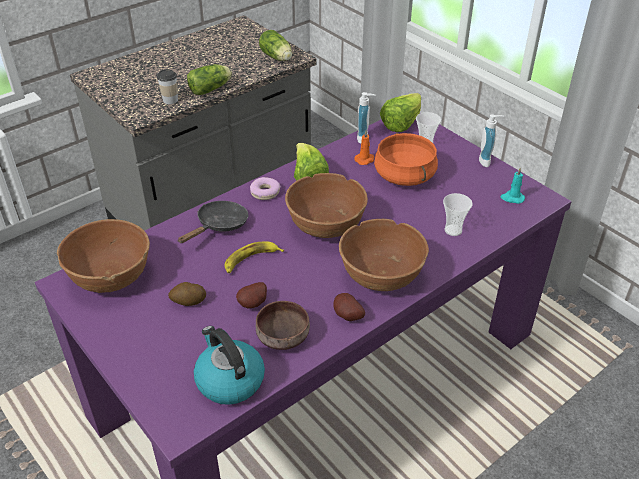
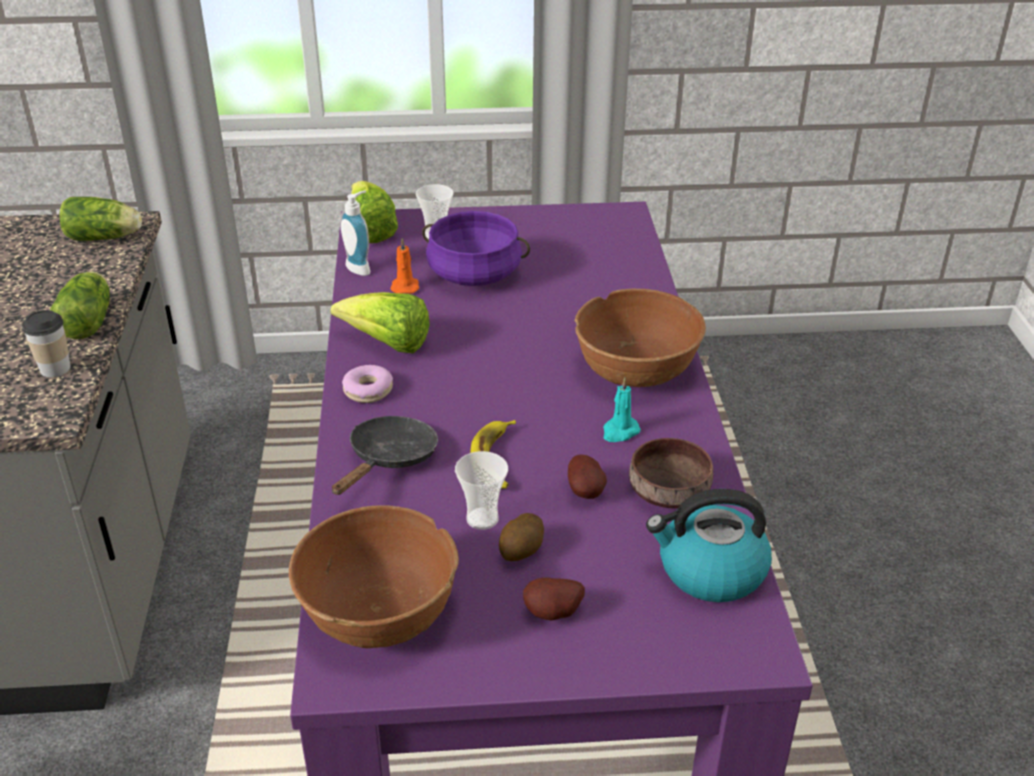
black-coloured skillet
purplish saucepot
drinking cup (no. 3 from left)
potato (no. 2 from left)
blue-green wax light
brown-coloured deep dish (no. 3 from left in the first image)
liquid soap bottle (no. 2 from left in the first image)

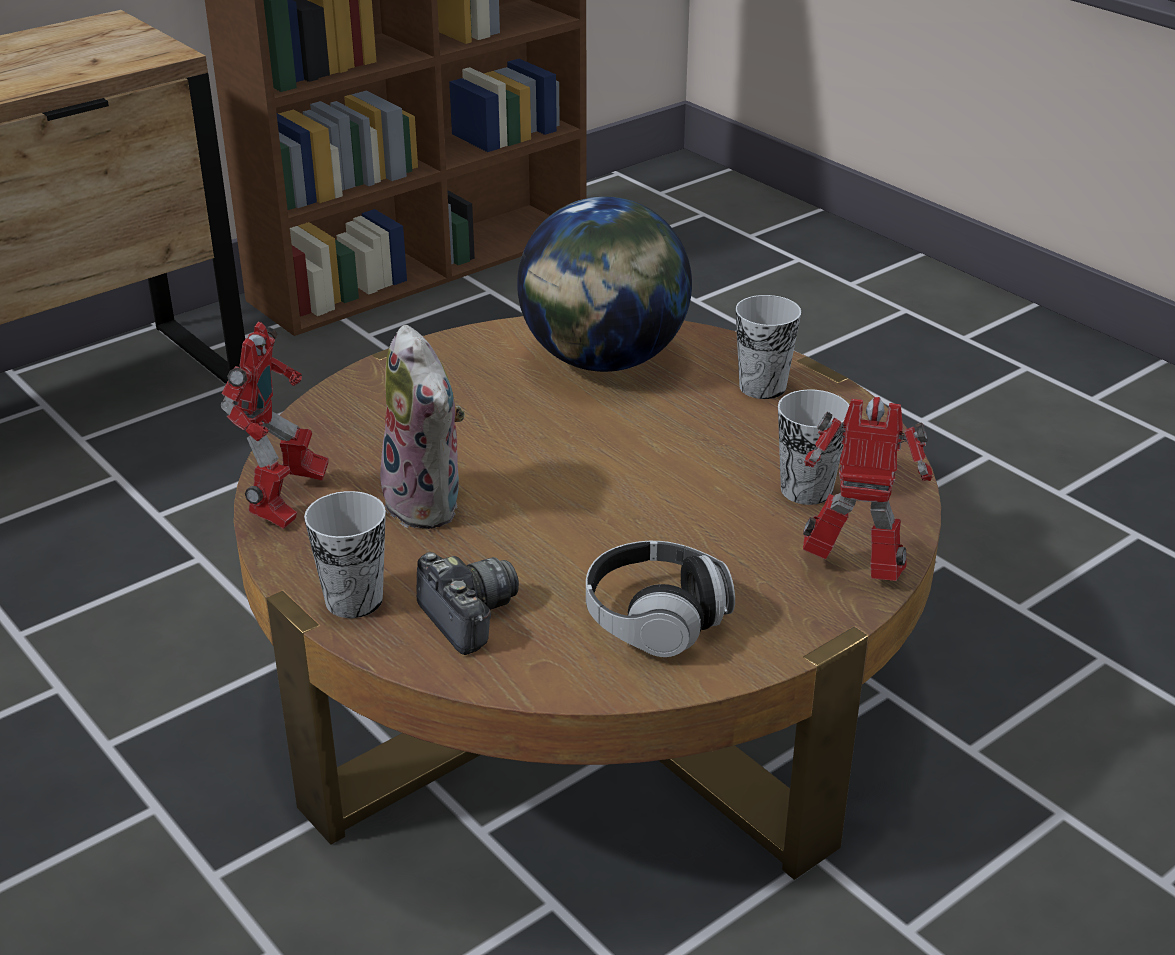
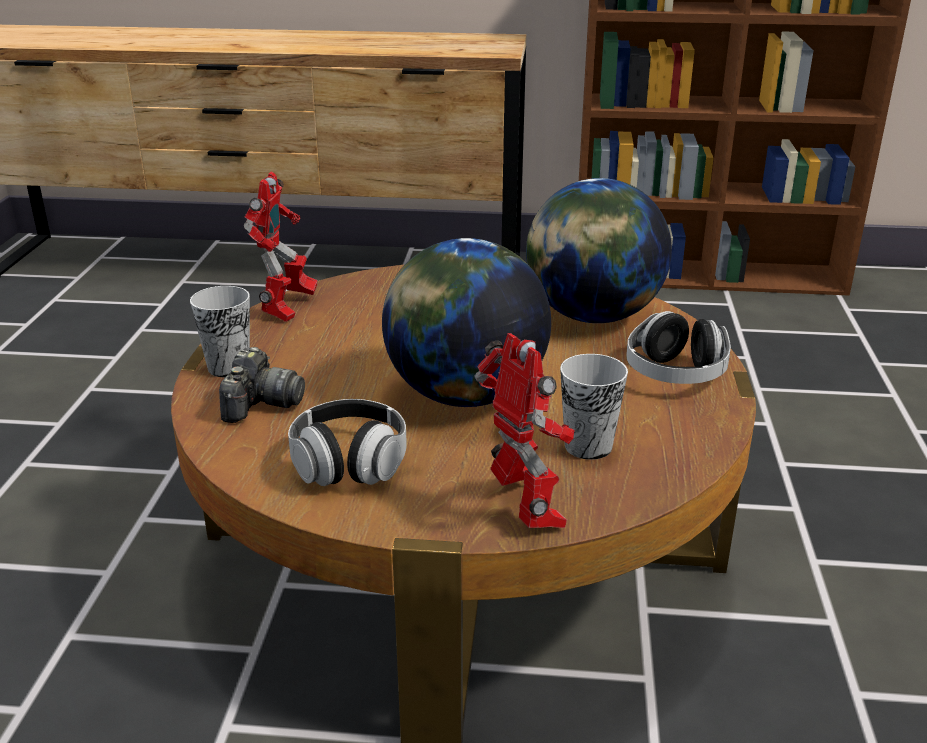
robot figure (no. 1 from left)
world globe (no. 1 from left)
headphones (no. 2 from left)
cuddly toy

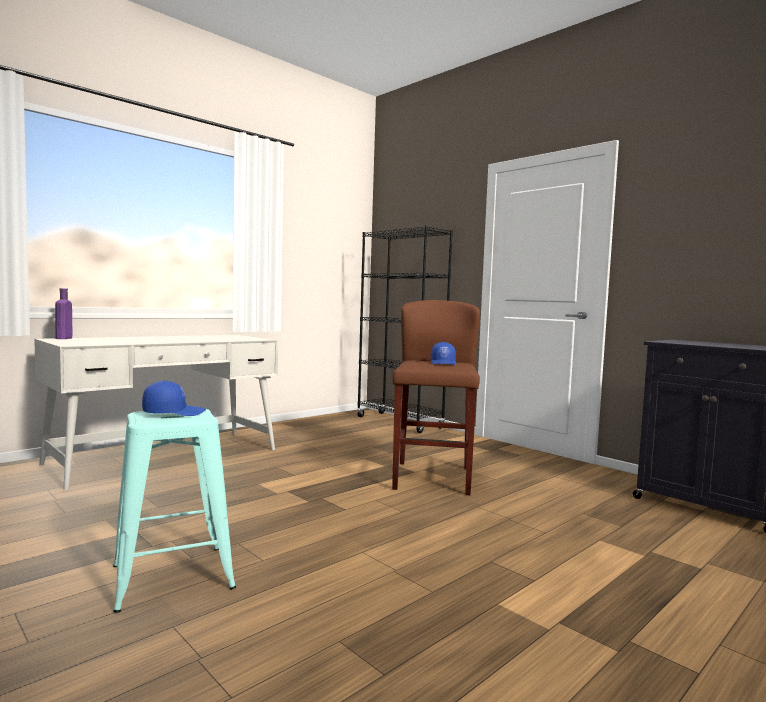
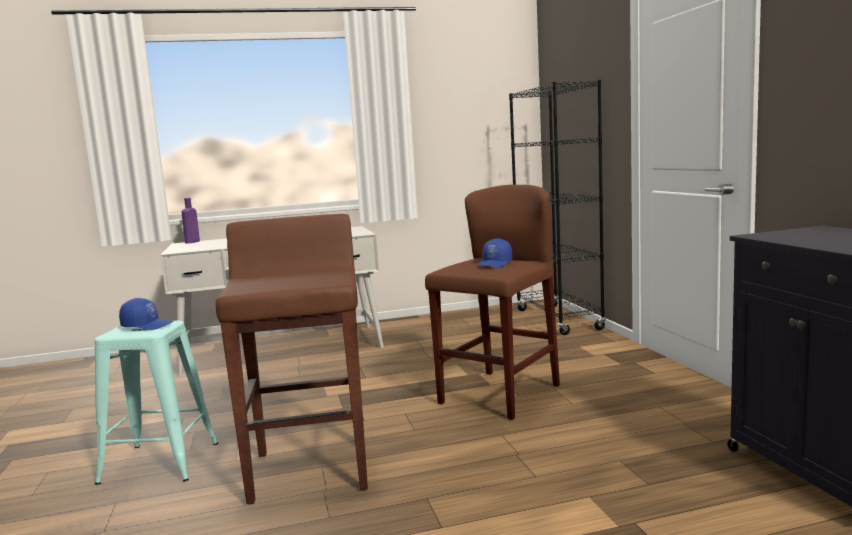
brown-coloured stool (no. 1 from left)

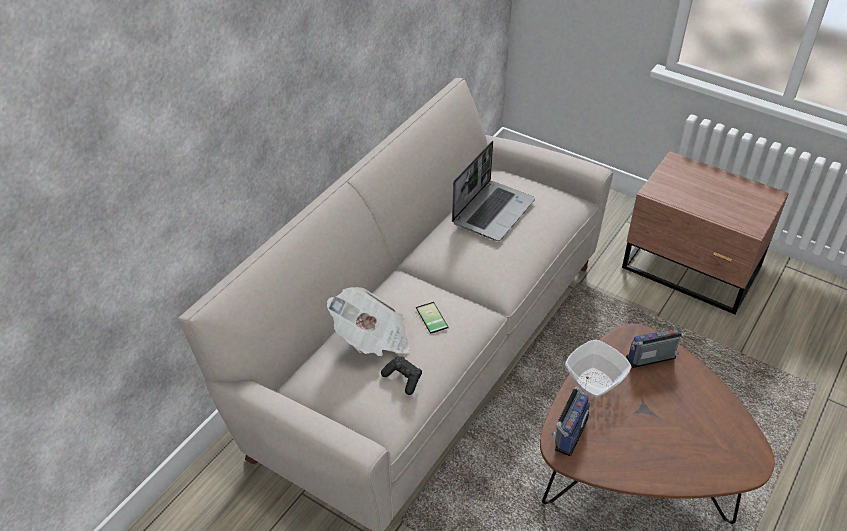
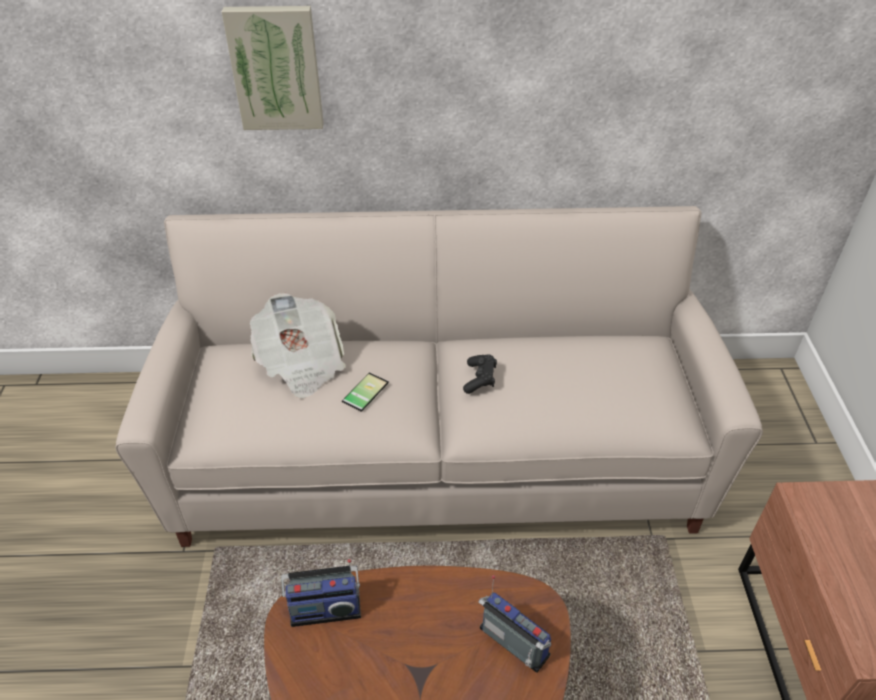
wall art
black-coloured game controller
notebook computer
deep dish

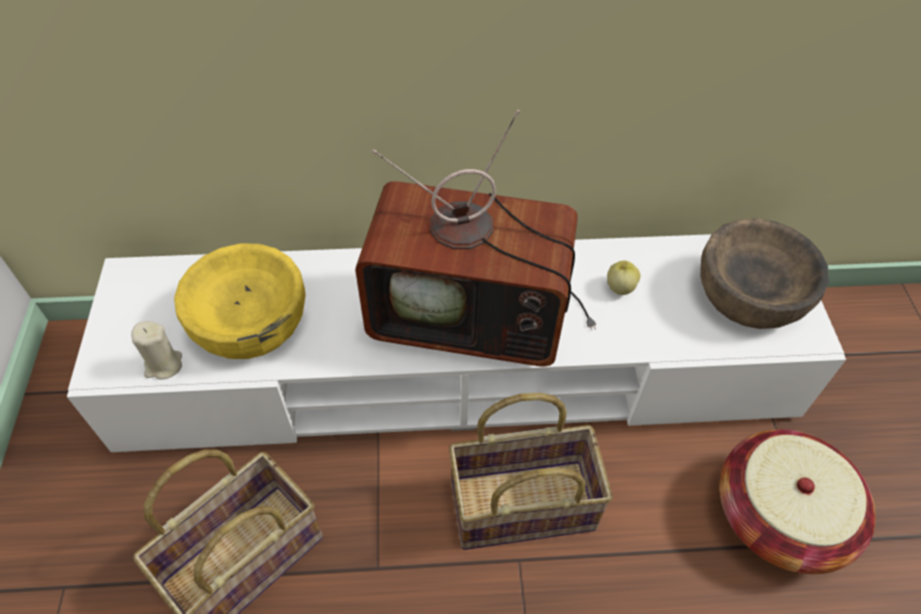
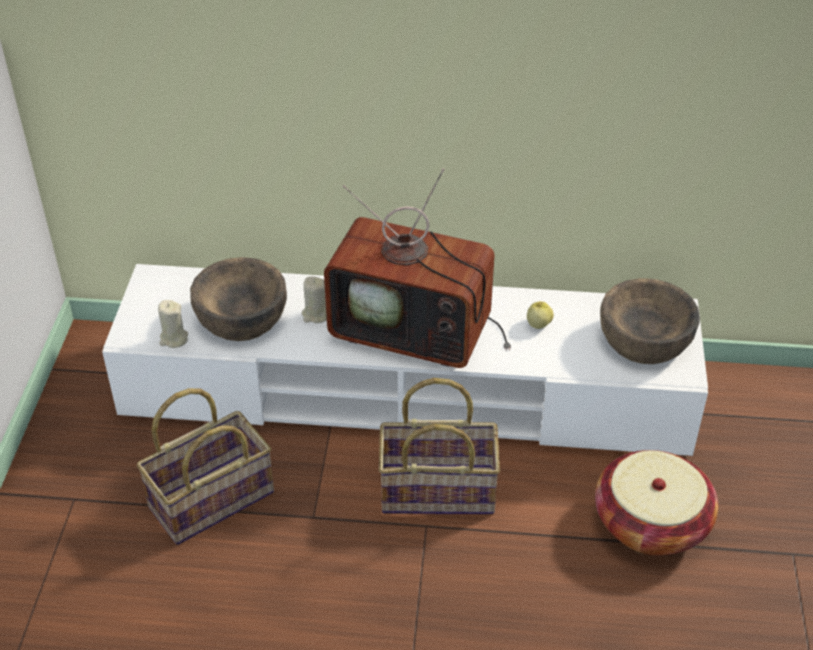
brown-coloured deep dish (no. 1 from left)
beige wax light (no. 2 from left)

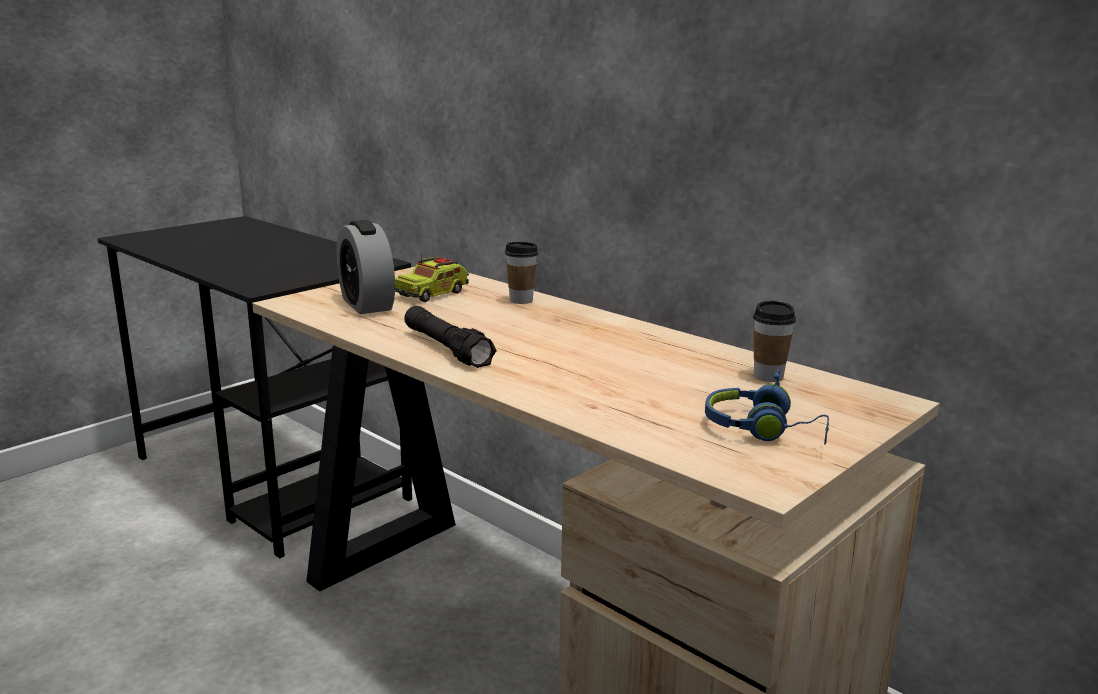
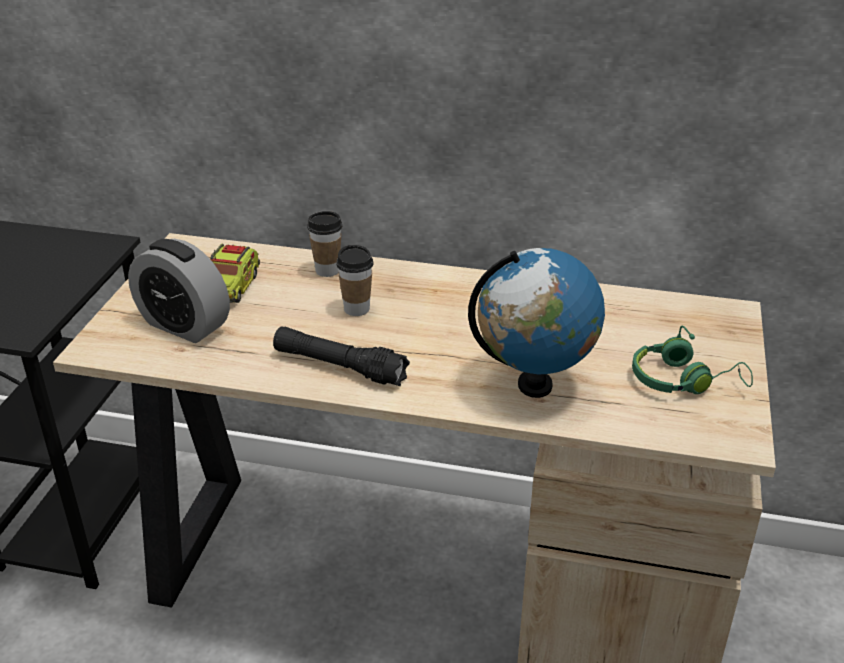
drinking cup (no. 2 from left)
world globe
green headphones

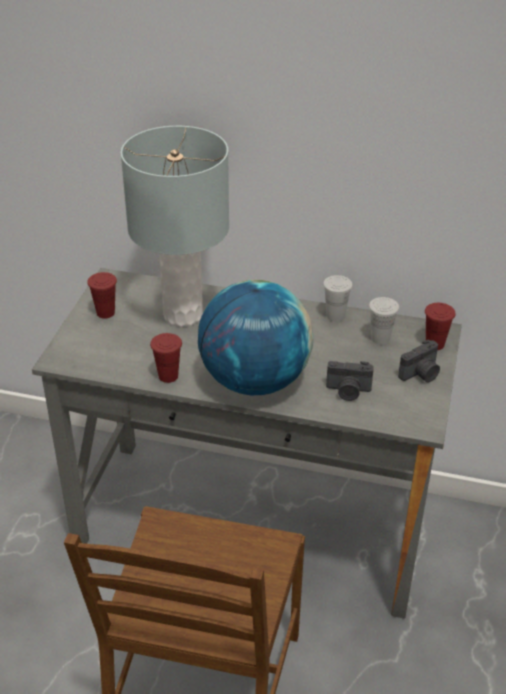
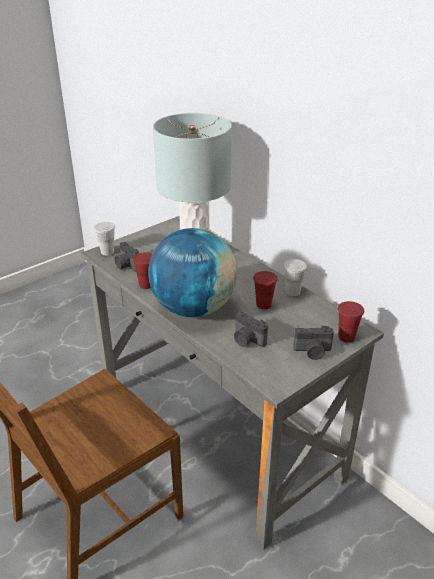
white-coloured drinking cup (no. 1 from left)
photo camera (no. 1 from left)
red drinking cup (no. 2 from left)

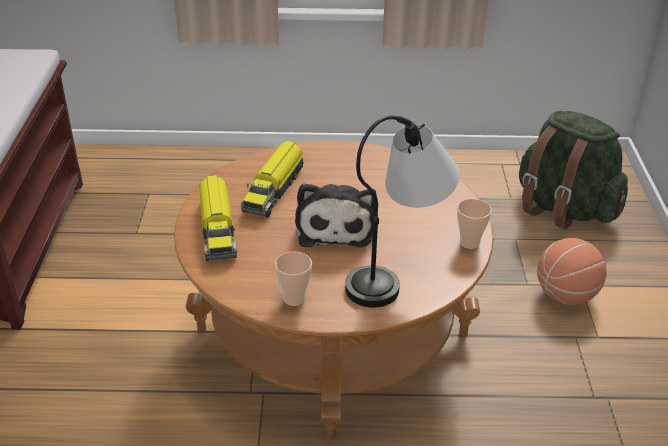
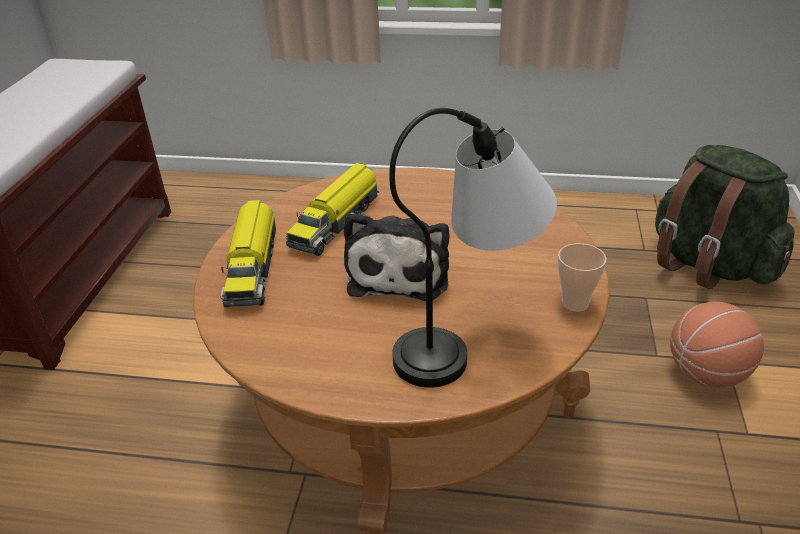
drinking cup (no. 1 from left in the first image)

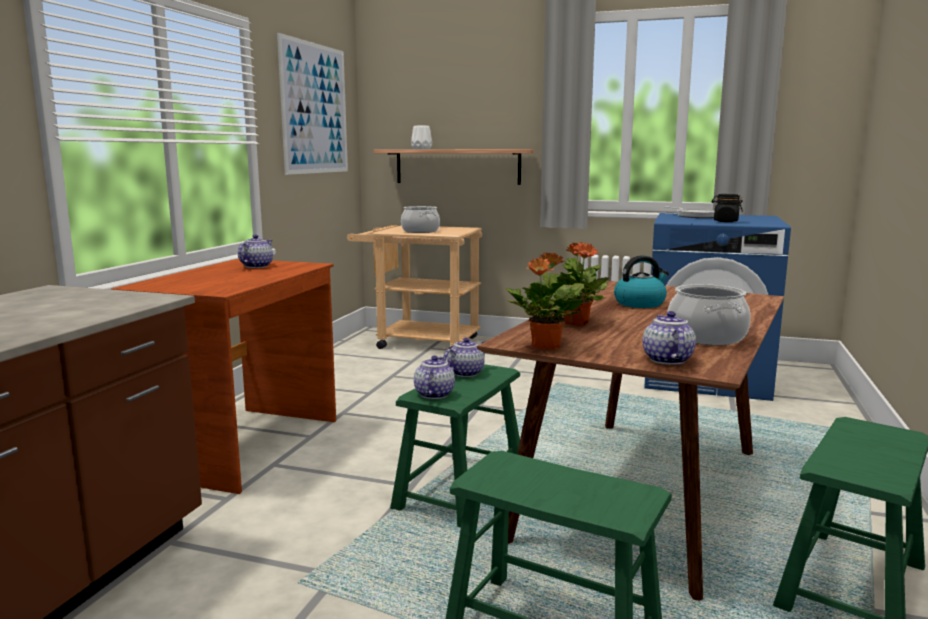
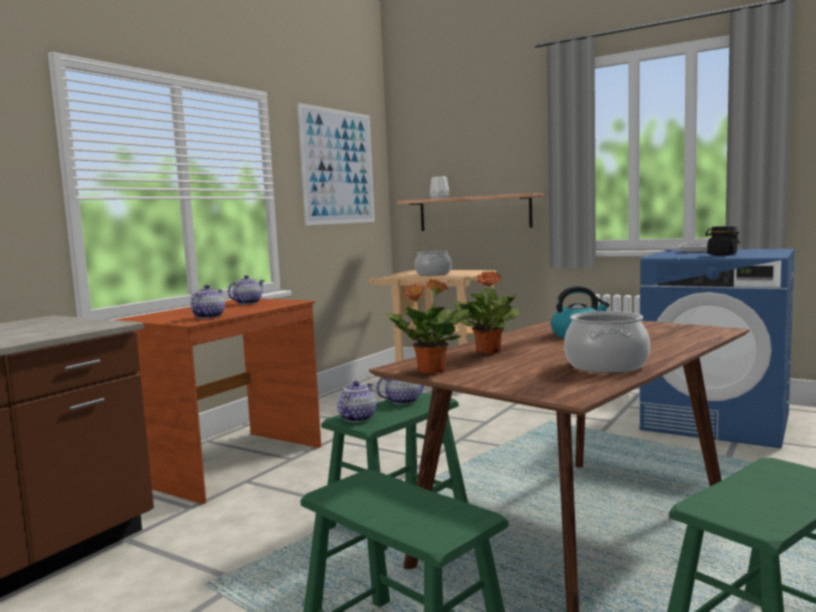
tea pot (no. 1 from left)

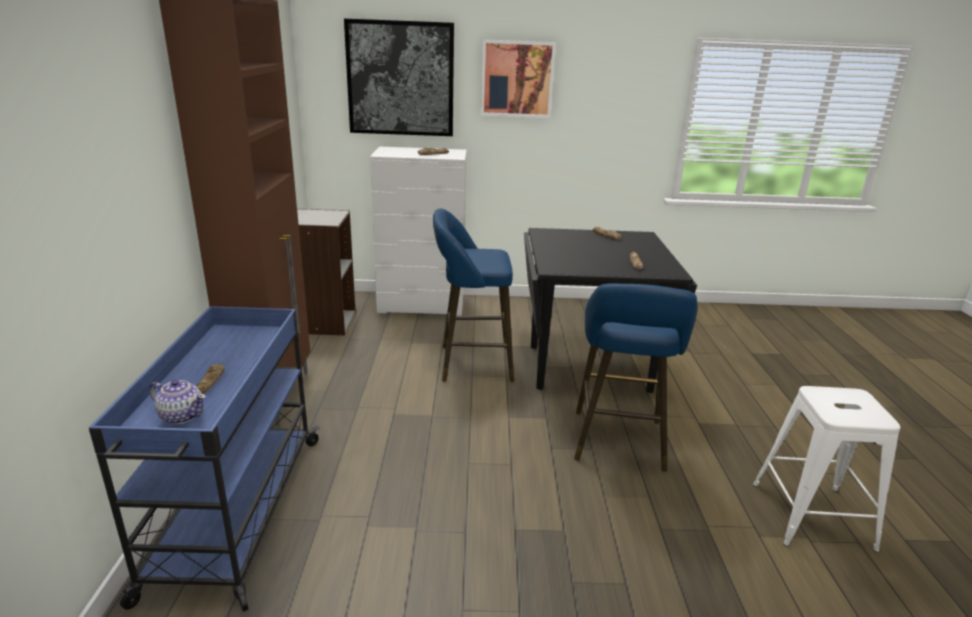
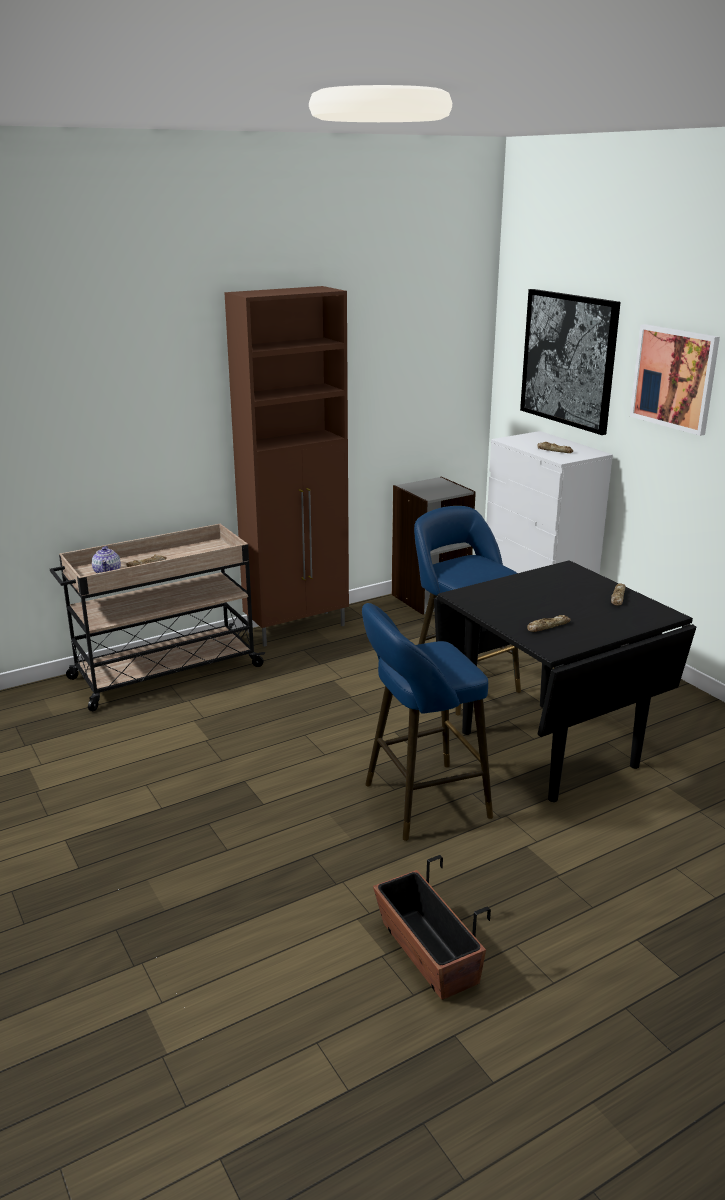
beige cart
plant pot

